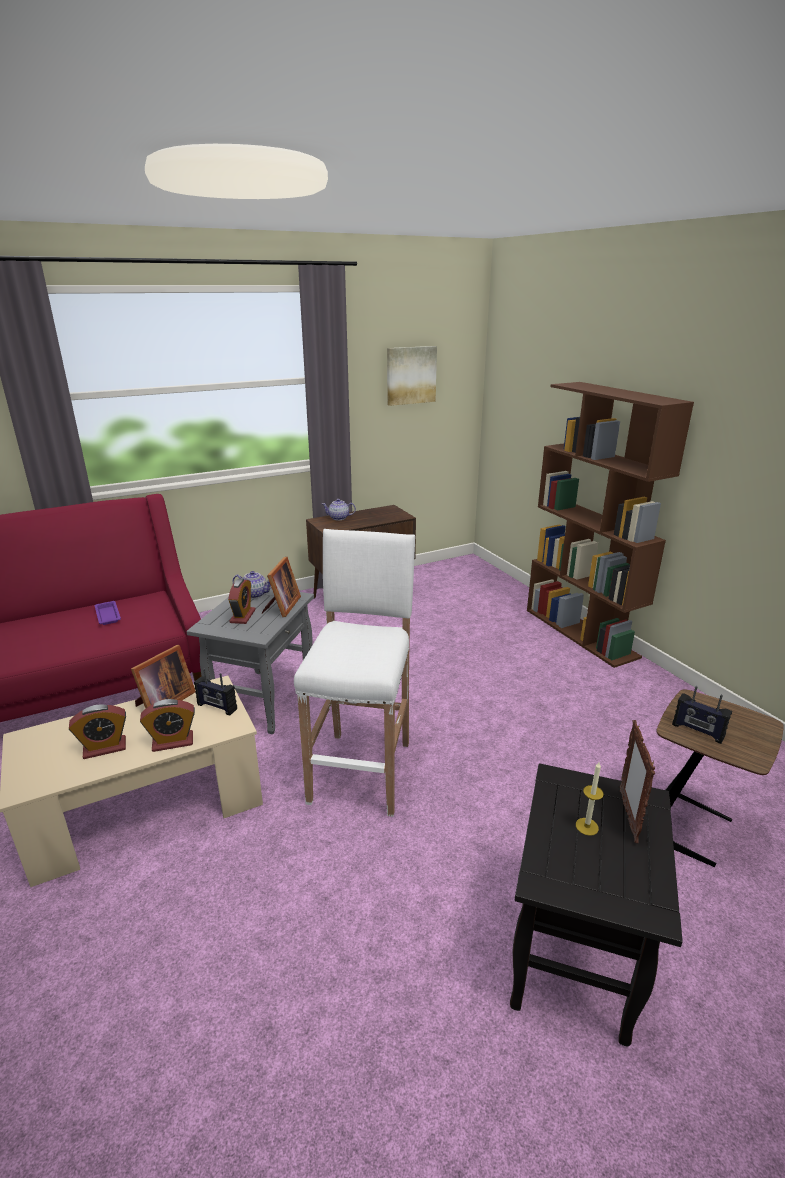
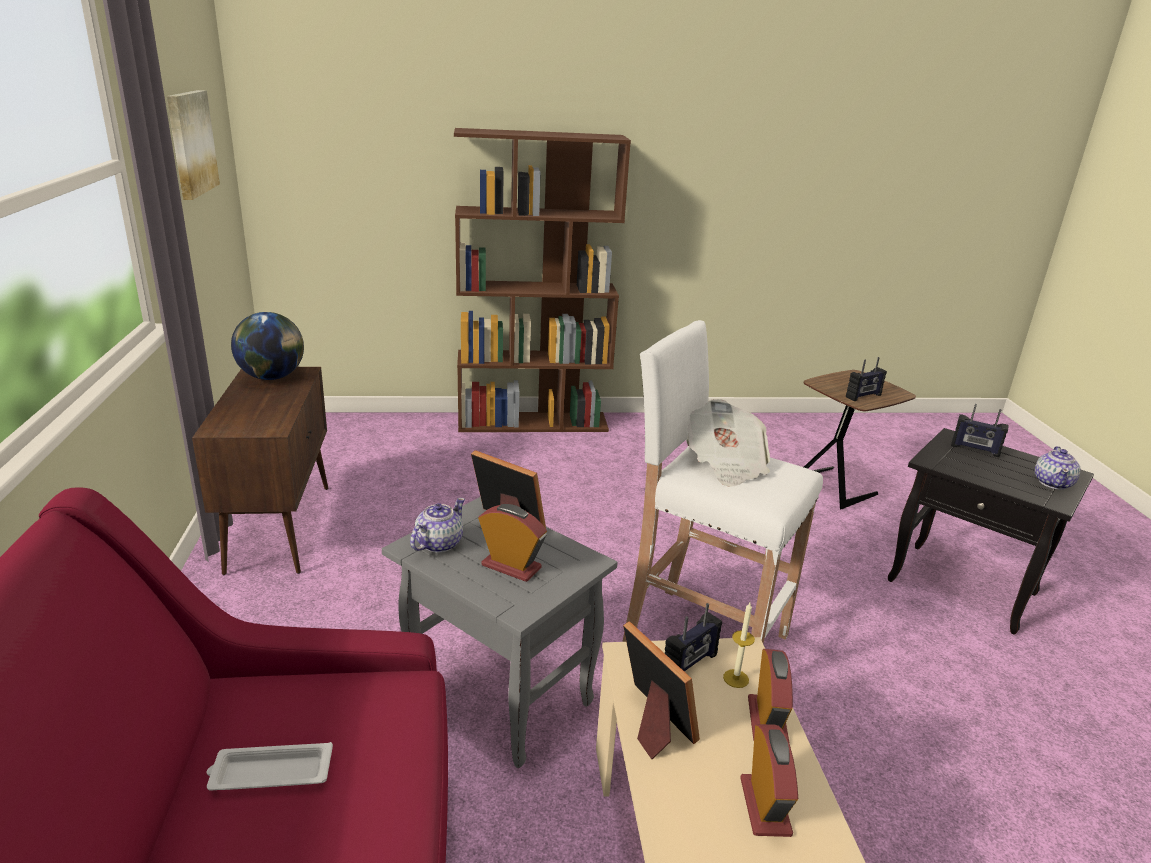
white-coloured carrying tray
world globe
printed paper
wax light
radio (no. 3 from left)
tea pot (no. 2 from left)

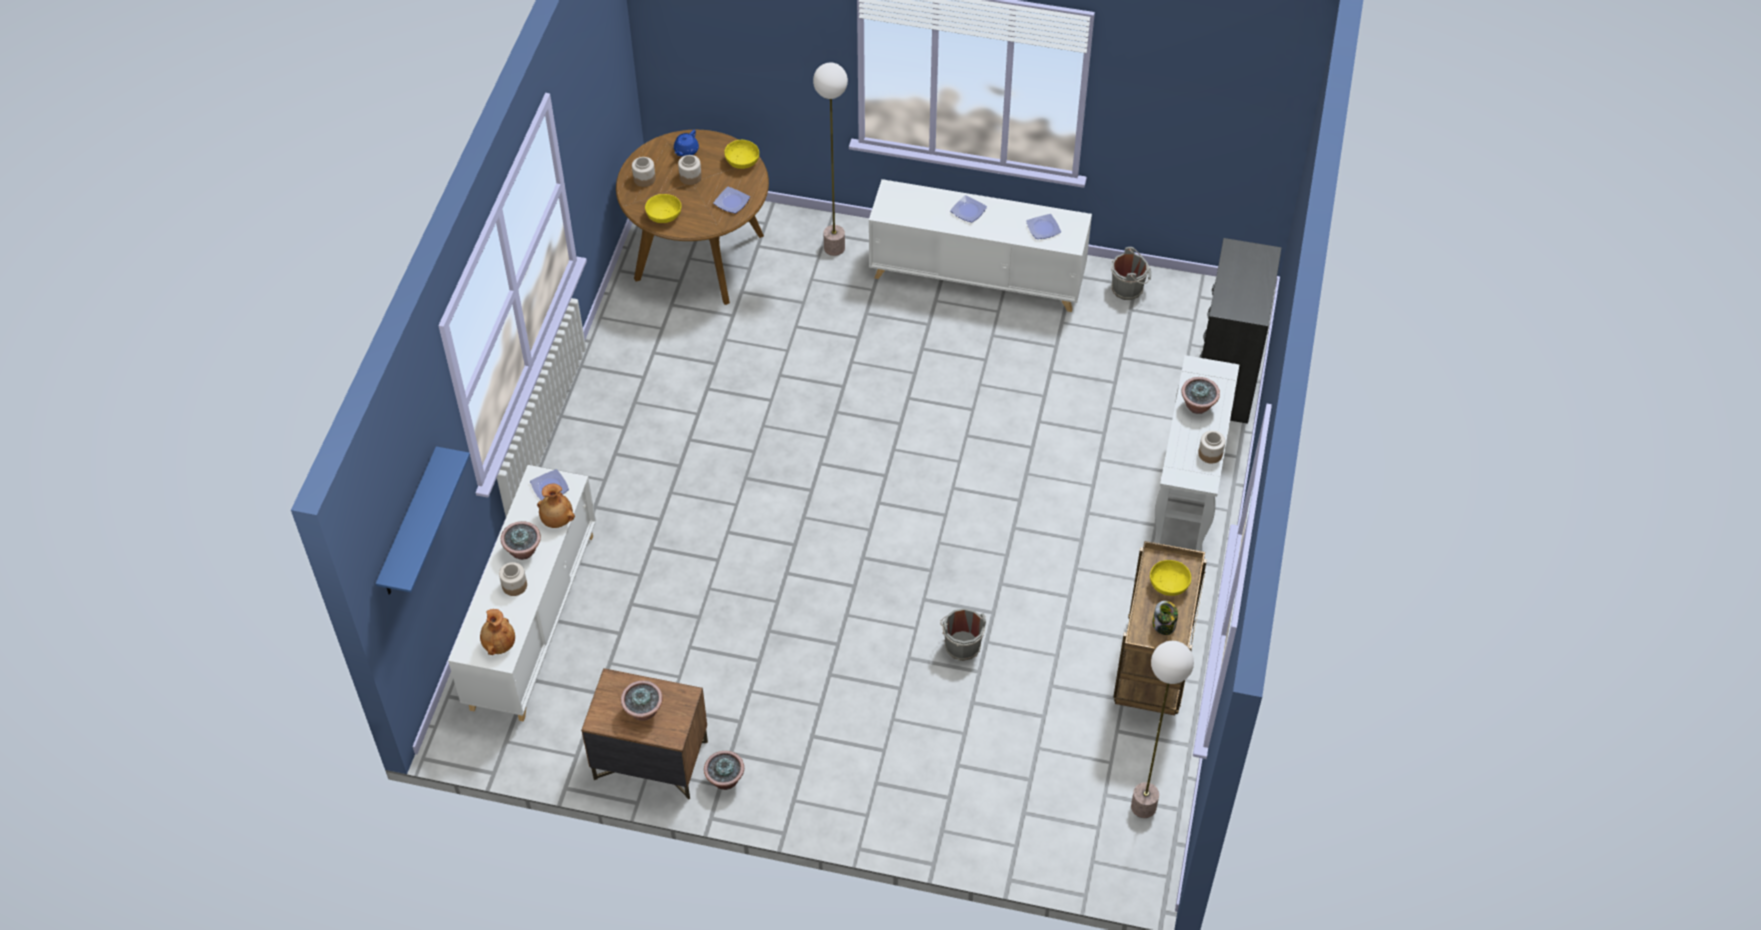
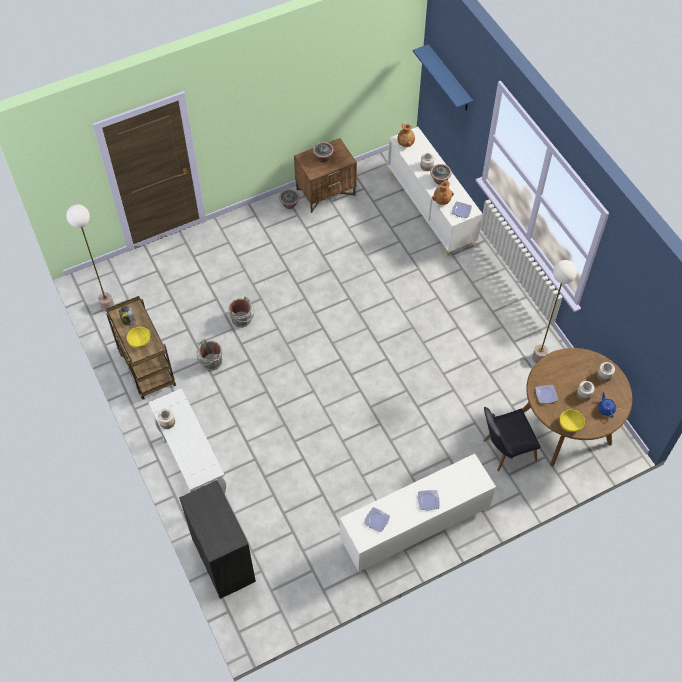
grey water bucket (no. 1 from left)
black-coloured upright chair
standard lamp (no. 2 from left)
yellow deep dish (no. 1 from left in the first image)
houseplant (no. 4 from left in the first image)

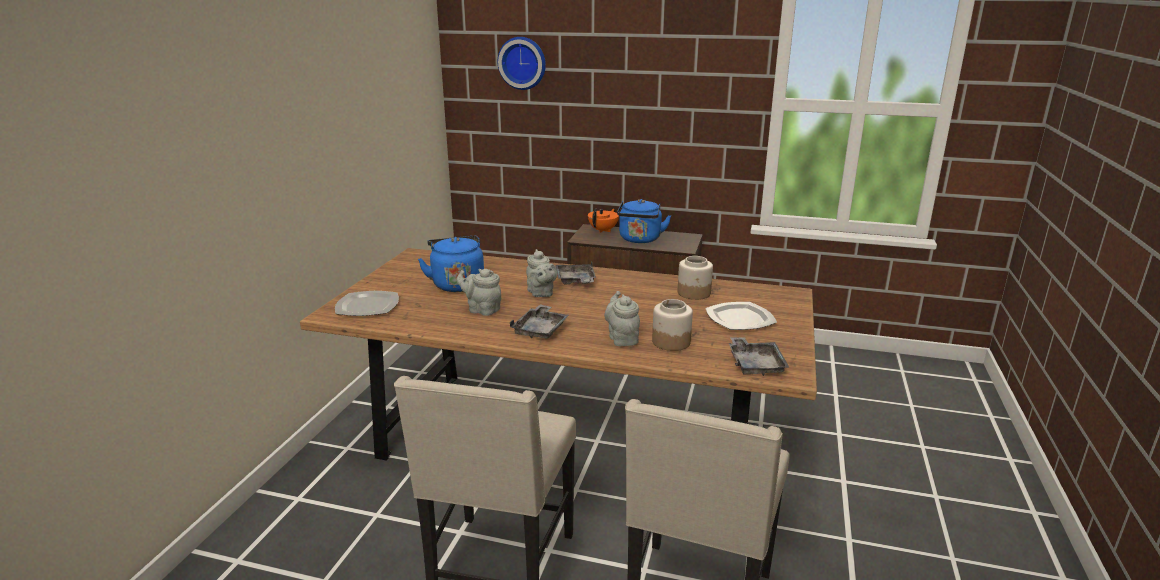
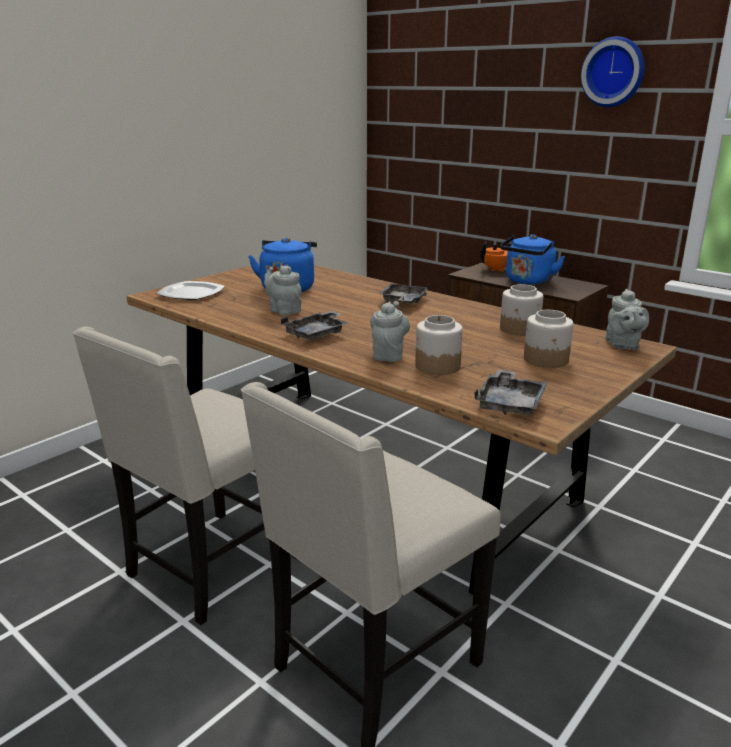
preserve jar (no. 3 from left)
clock on the wall
grey tea pot (no. 3 from left)

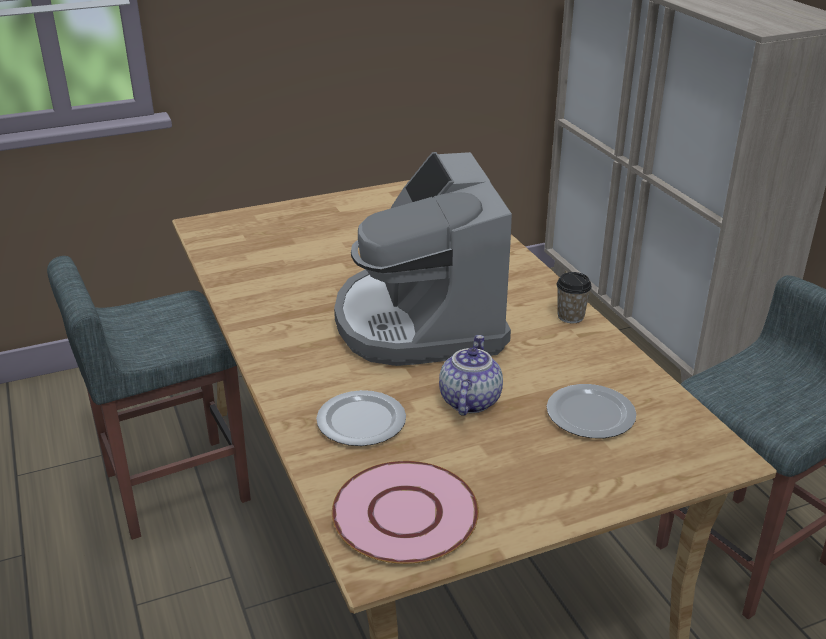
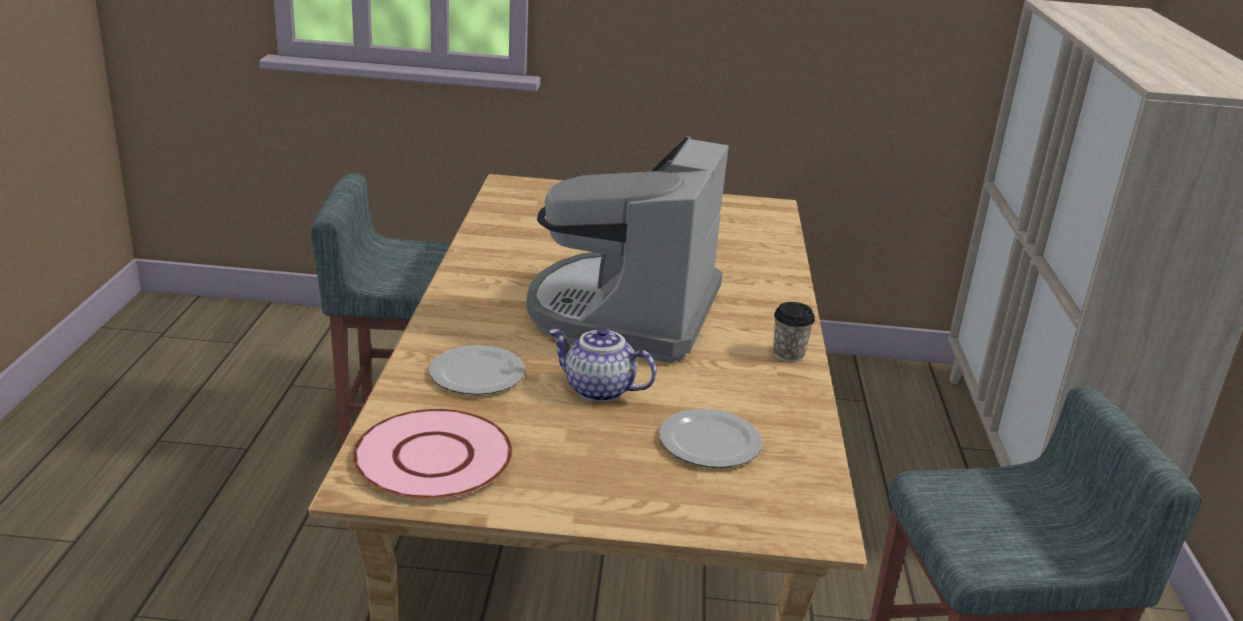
tea pot

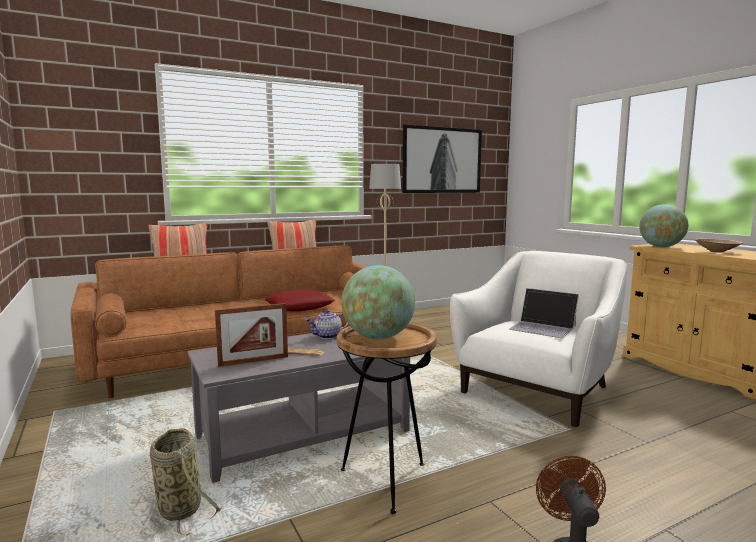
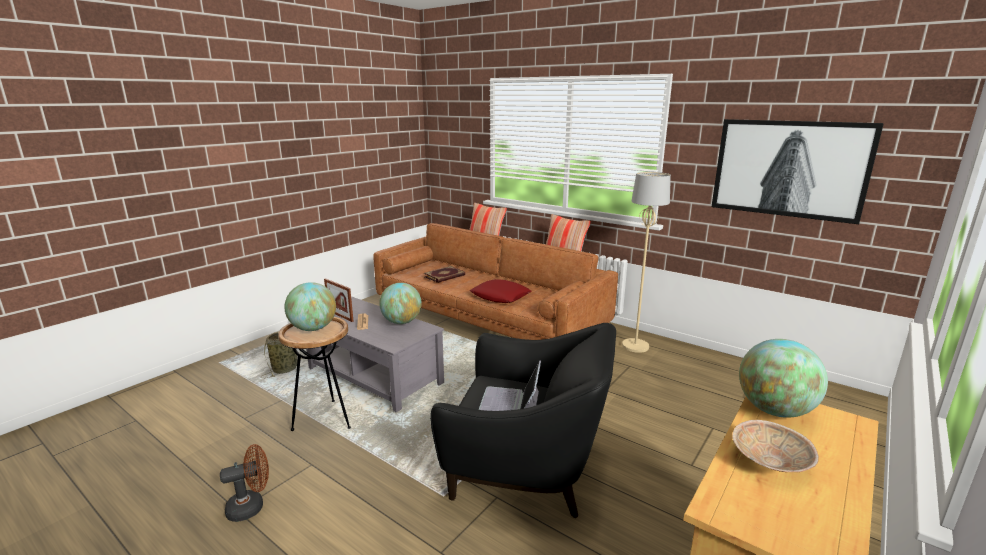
world globe (no. 2 from left)
volume
black-coloured easy chair

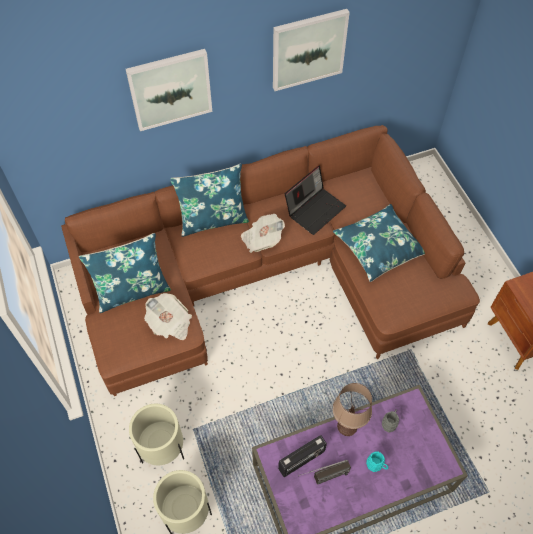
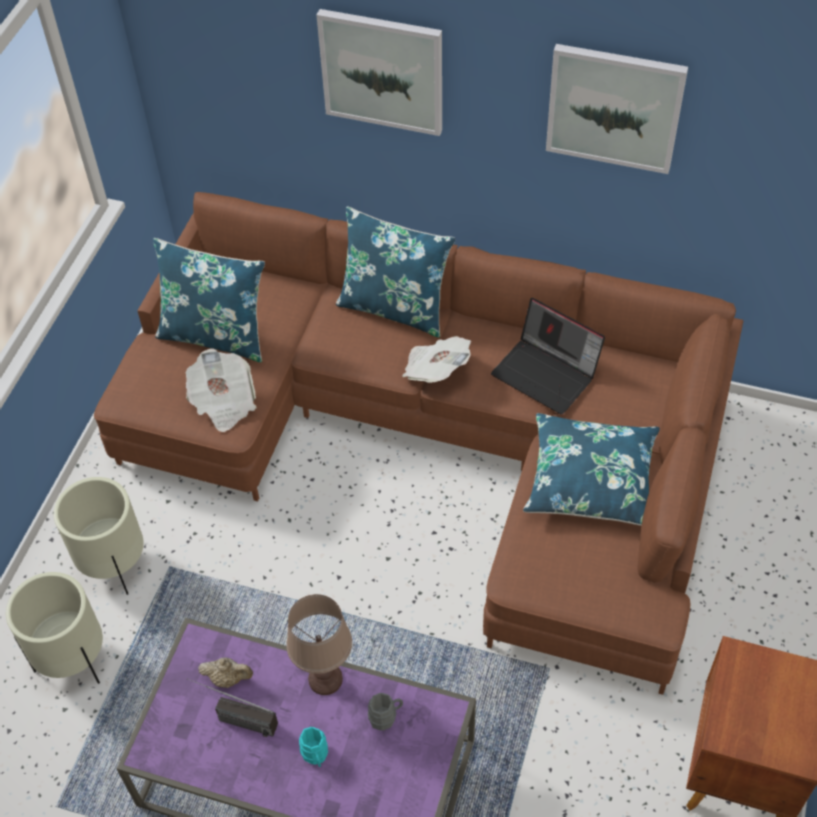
beige tea pot
notebook computer

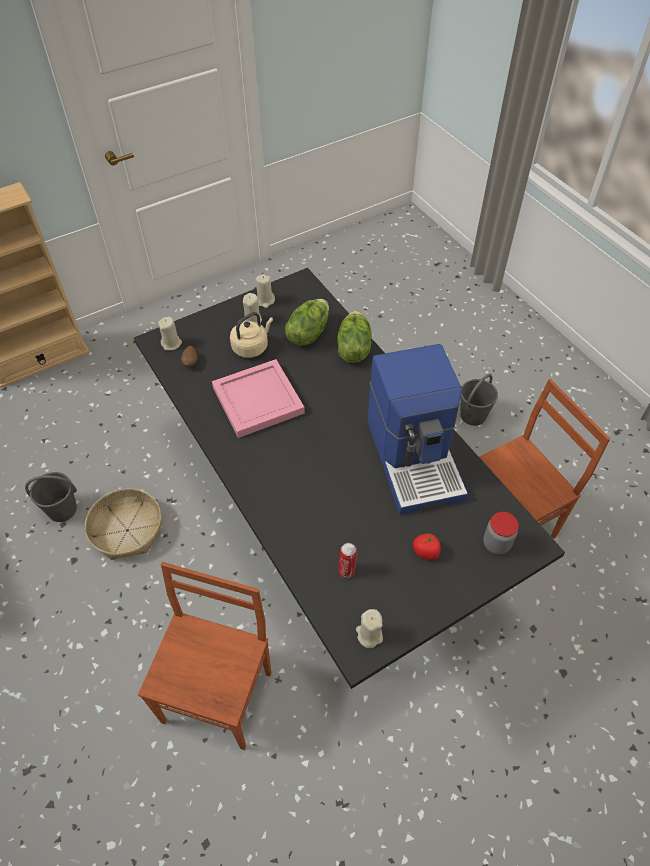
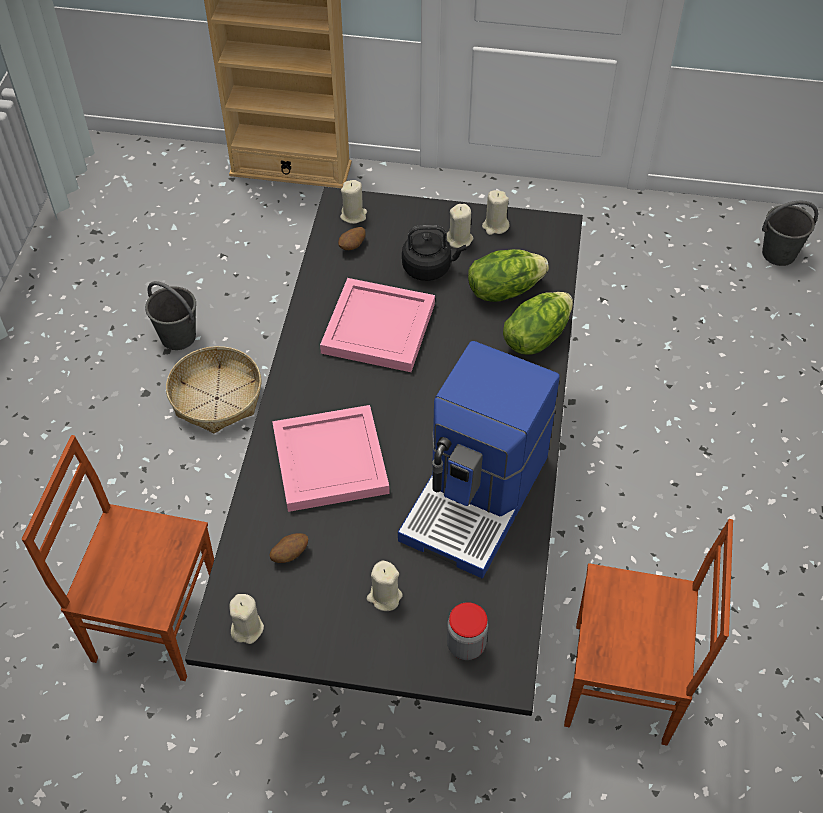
brown-coloured upright chair (no. 1 from left)
potato (no. 1 from left)
pink-coloured carrying tray (no. 1 from left)
beige wax light (no. 3 from left)
black-coloured kettle
grey water bucket (no. 2 from left)

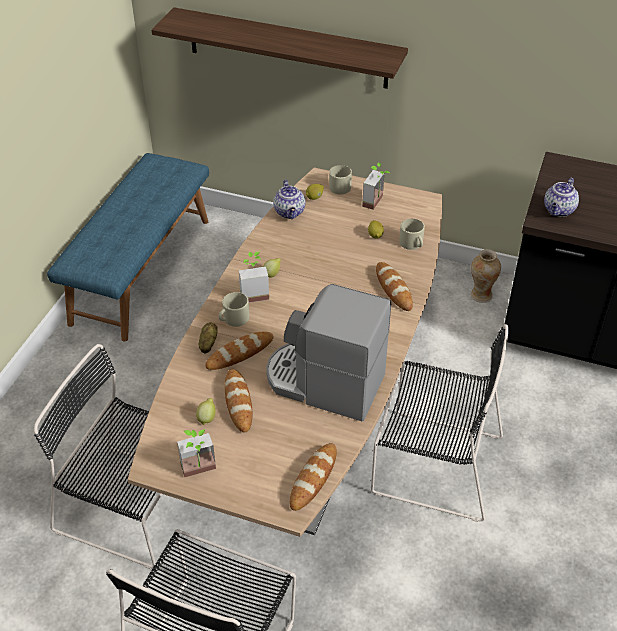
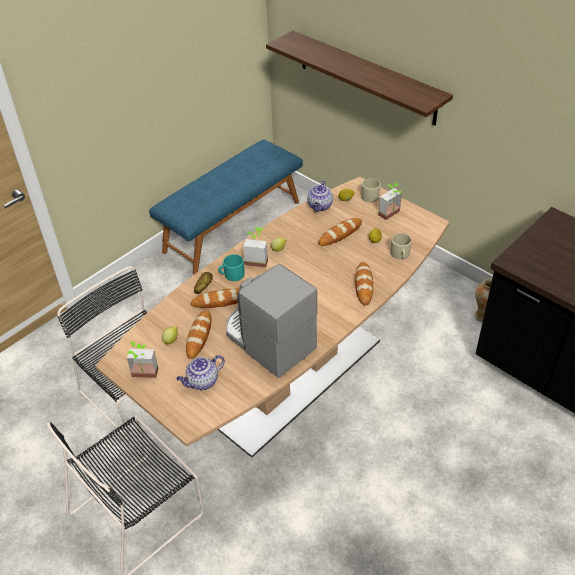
tea pot (no. 1 from left)
blue-green mug
baked bread (no. 3 from left)
black-coloured upright chair (no. 3 from left in the first image)

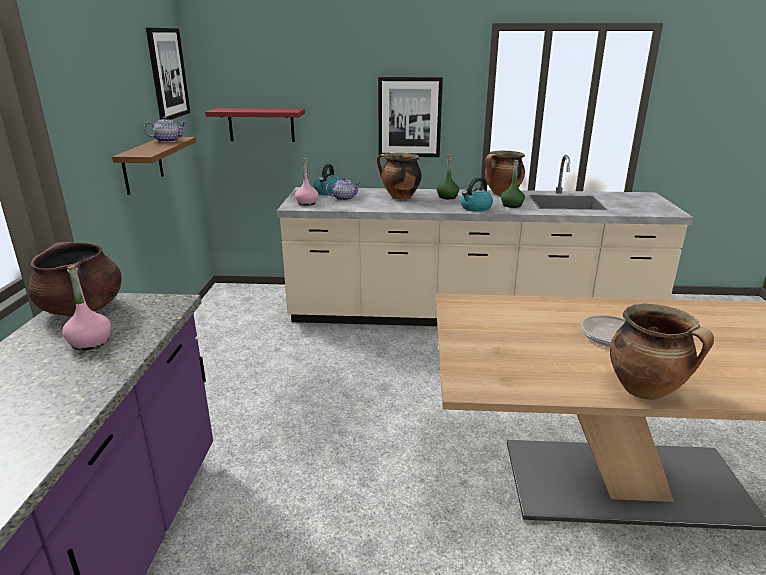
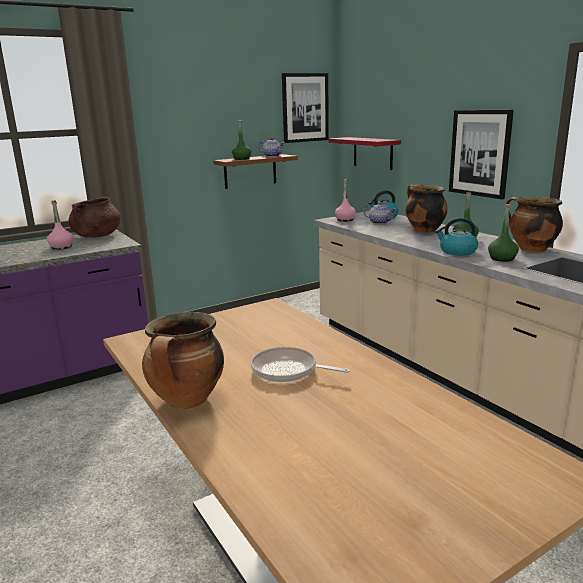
green beverage bottle (no. 1 from left)

